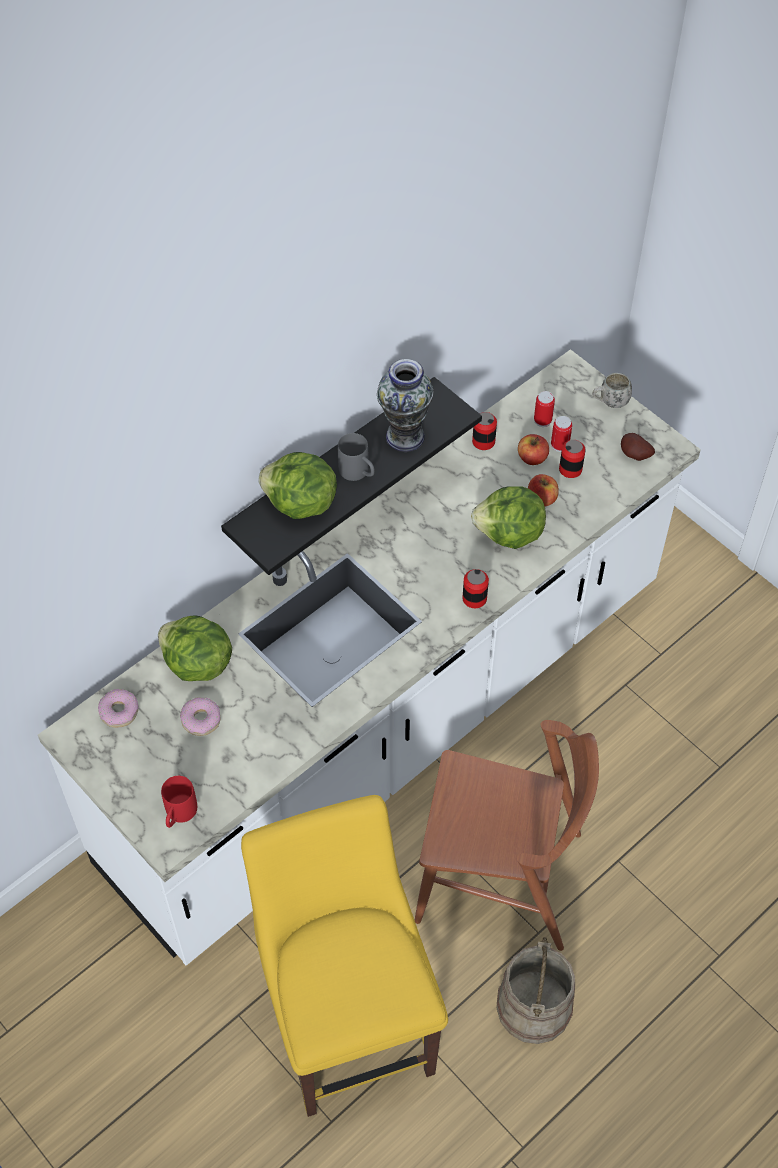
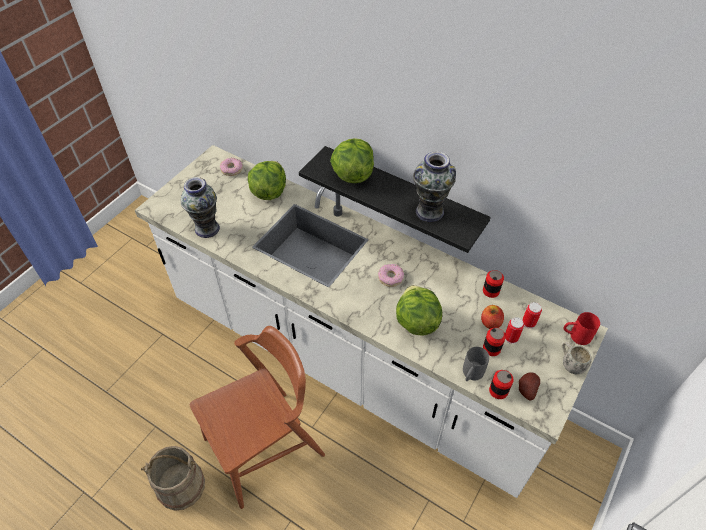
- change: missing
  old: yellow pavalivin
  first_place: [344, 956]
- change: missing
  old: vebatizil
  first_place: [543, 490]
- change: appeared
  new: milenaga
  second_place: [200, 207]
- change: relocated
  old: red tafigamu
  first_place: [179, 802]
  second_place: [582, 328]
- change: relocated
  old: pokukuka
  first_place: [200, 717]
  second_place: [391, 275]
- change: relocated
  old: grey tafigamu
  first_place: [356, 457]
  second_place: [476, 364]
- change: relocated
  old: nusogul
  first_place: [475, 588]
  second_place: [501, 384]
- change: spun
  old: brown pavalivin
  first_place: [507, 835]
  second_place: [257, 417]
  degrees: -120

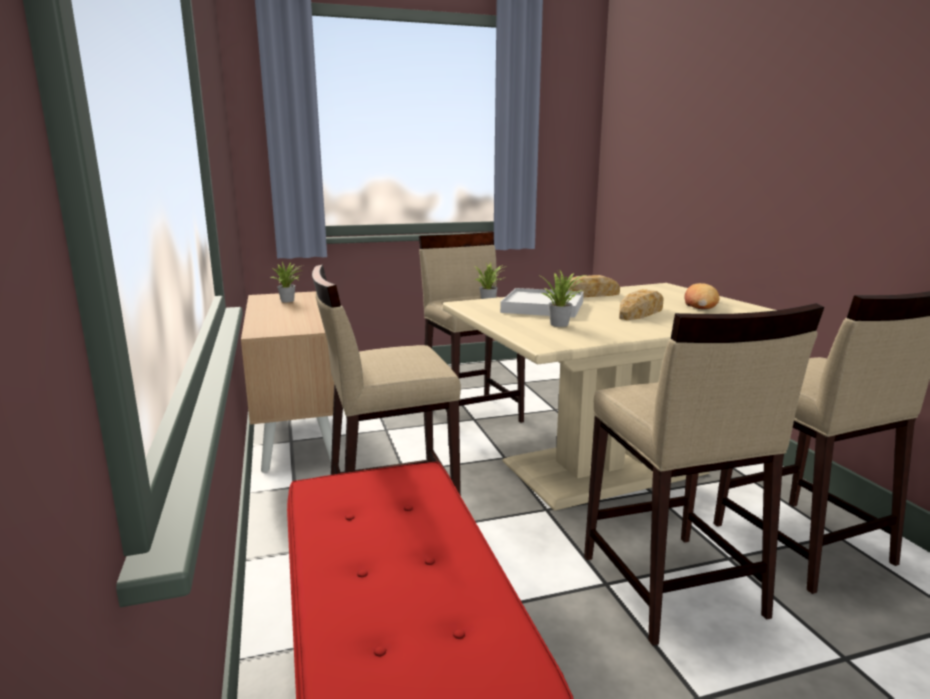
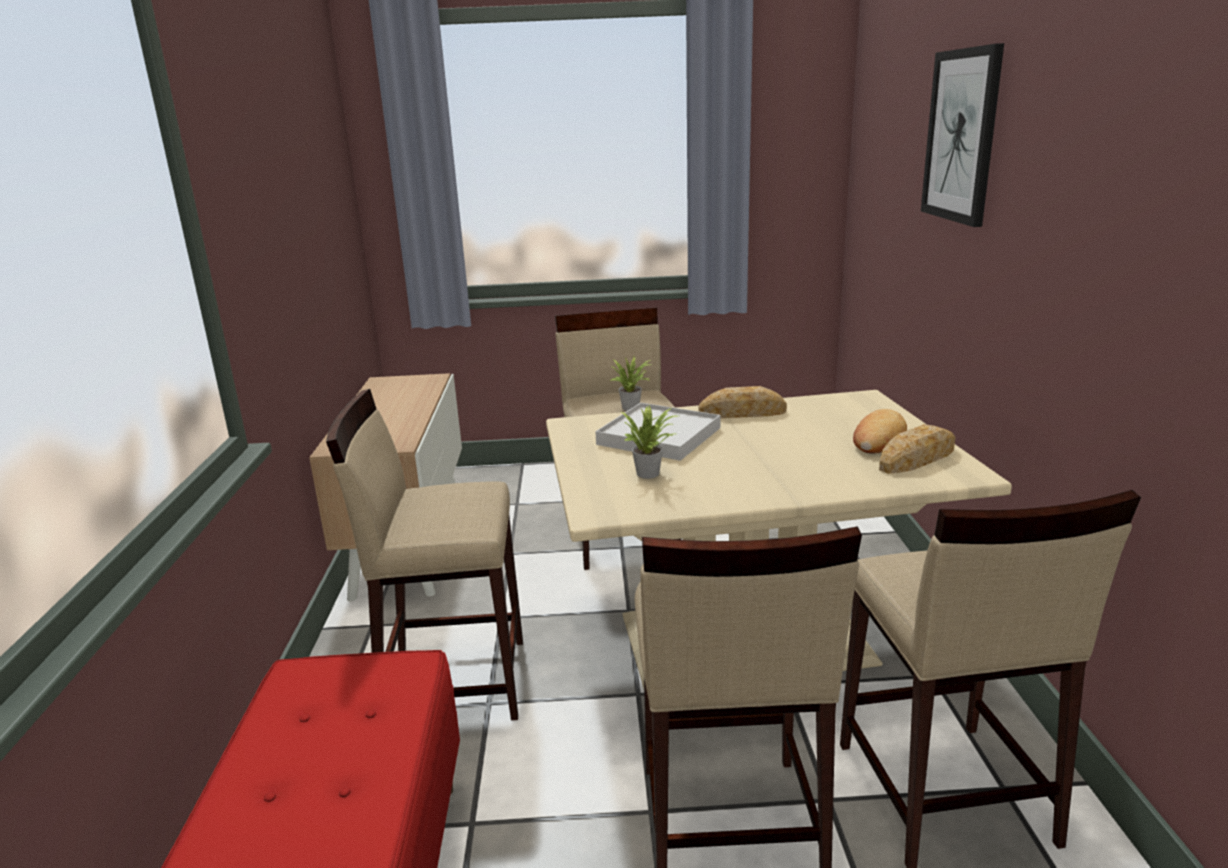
- change: missing
  old: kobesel
  first_place: [287, 282]
- change: appeared
  new: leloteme
  second_place: [962, 135]
- change: relocated
  old: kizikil
  first_place: [641, 304]
  second_place: [917, 449]

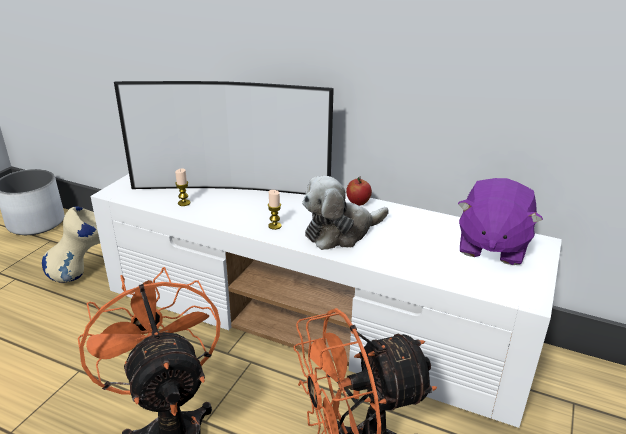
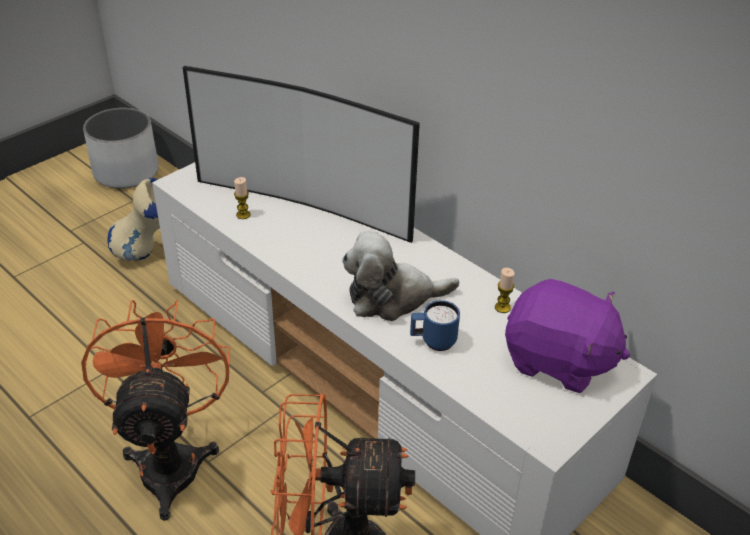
- change: missing
  old: vebatizil
  first_place: [359, 191]
- change: appeared
  new: blue tafigamu
  second_place: [435, 325]
- change: relocated
  old: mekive
  first_place: [275, 210]
  second_place: [505, 290]
- change: spun
  old: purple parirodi
  first_place: [500, 221]
  second_place: [567, 336]
  degrees: -105

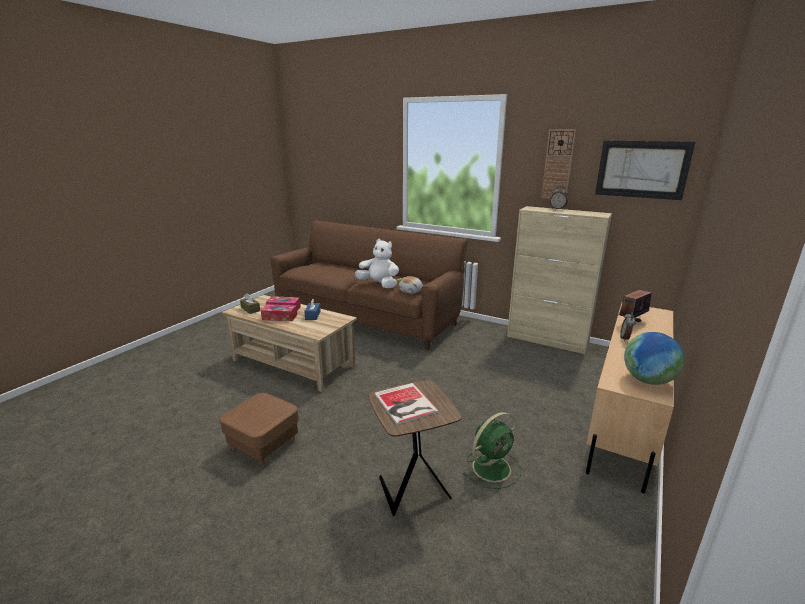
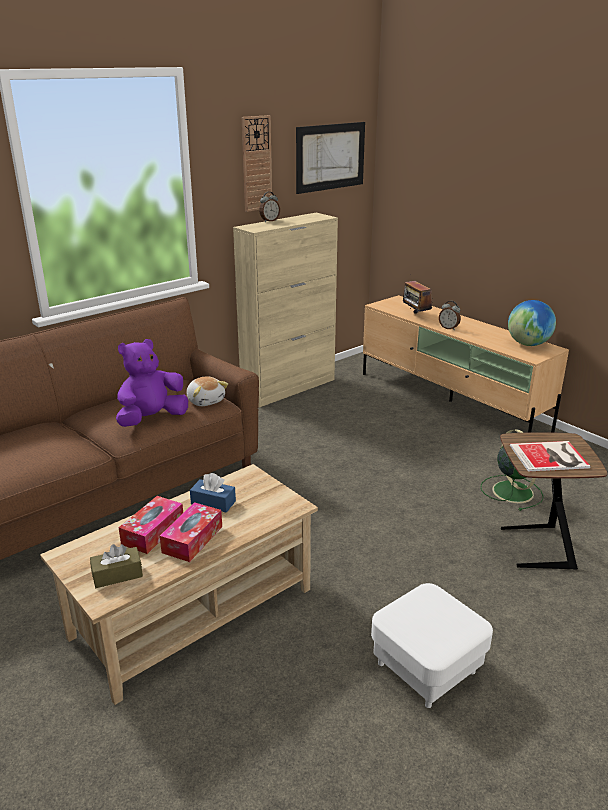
- change: colour
  old: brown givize
  new: white givize
  first_place: [259, 429]
  second_place: [432, 645]
- change: colour
  old: white parirodi
  new: purple parirodi
  first_place: [377, 263]
  second_place: [152, 383]

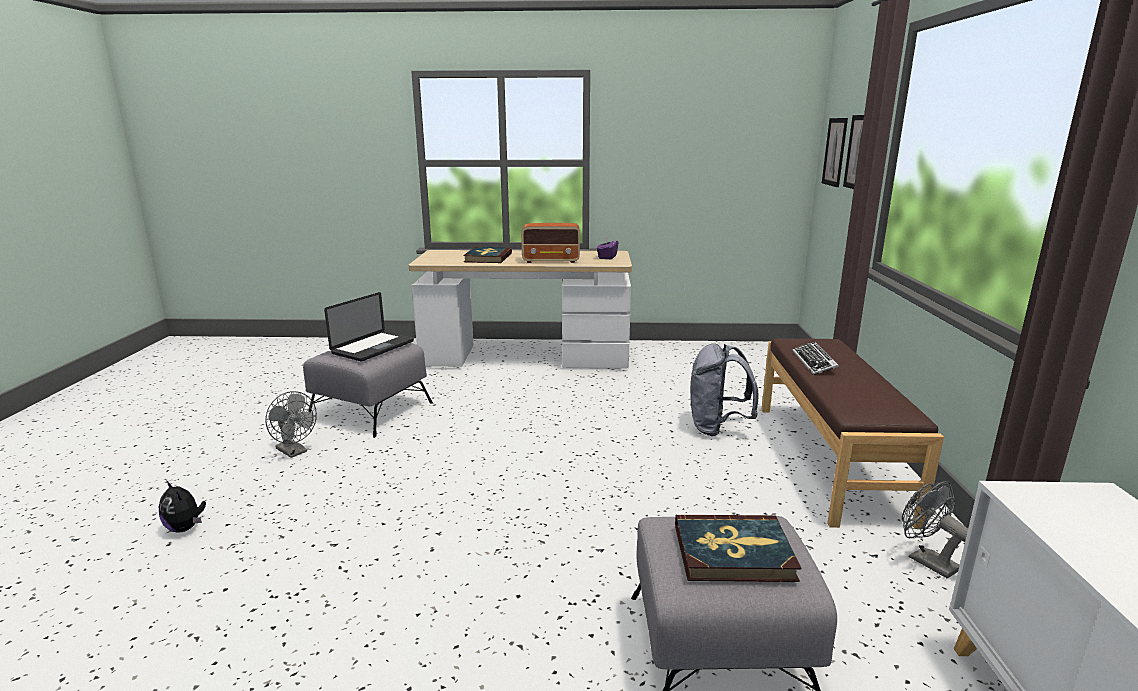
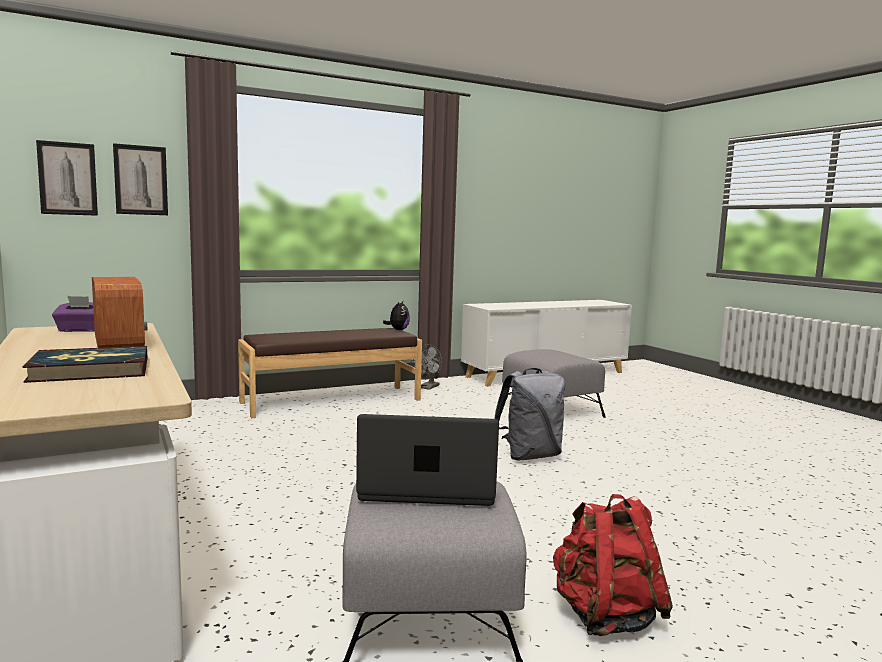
- change: missing
  old: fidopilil
  first_place: [738, 548]
- change: missing
  old: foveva
  first_place: [816, 358]
- change: relocated
  old: parirodi
  first_place: [182, 506]
  second_place: [396, 315]
- change: relocated
  old: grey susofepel
  first_place: [724, 389]
  second_place: [529, 414]
- change: exchanged
  old: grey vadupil
  new: red susofepel
  first_place: [291, 424]
  second_place: [613, 565]

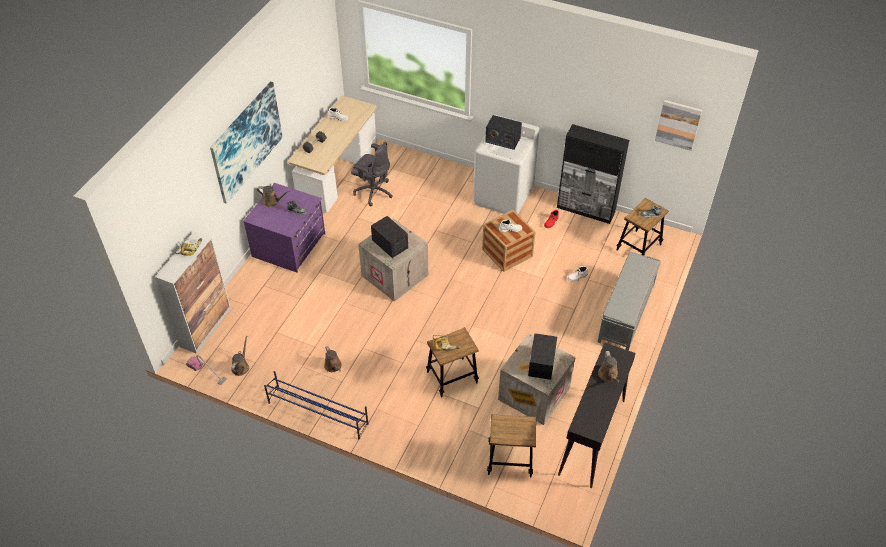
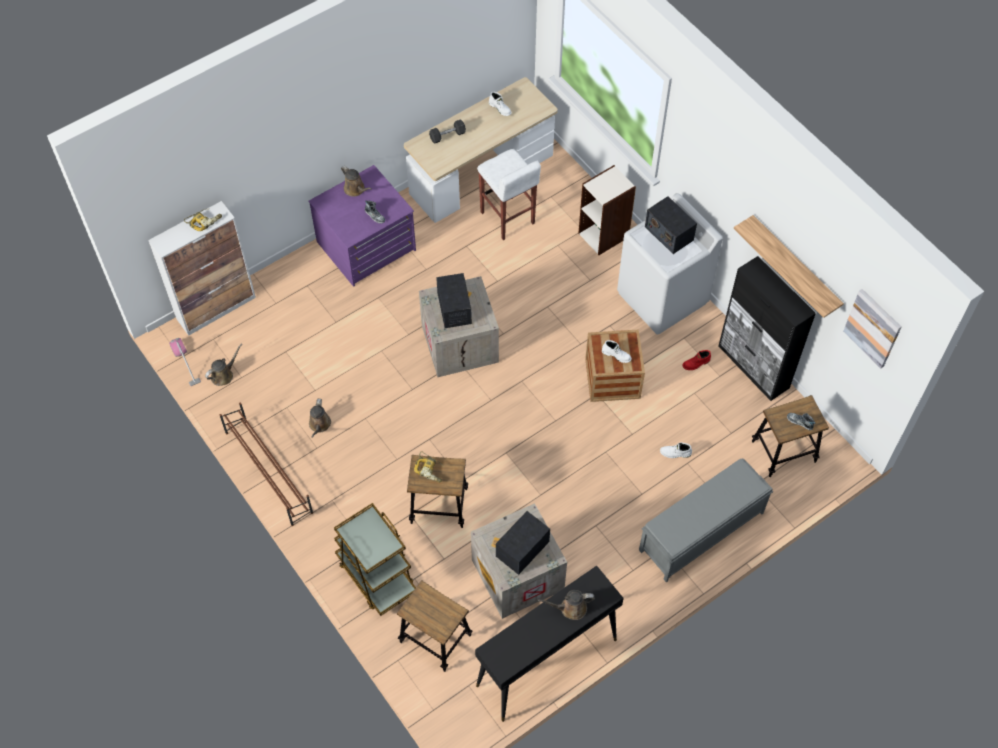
- change: missing
  old: leloteme
  first_place: [246, 143]
- change: appeared
  new: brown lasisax
  second_place: [375, 559]
- change: appeared
  new: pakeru
  second_place: [607, 210]
- change: appeared
  new: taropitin
  second_place: [789, 266]
- change: exchanged
  old: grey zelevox
  new: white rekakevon
  first_place: [372, 174]
  second_place: [509, 194]
- change: colour
  old: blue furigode
  new: brown furigode
  first_place: [316, 405]
  second_place: [266, 464]
- change: spun
  old: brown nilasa
  first_place: [608, 367]
  second_place: [566, 605]
  degrees: 60

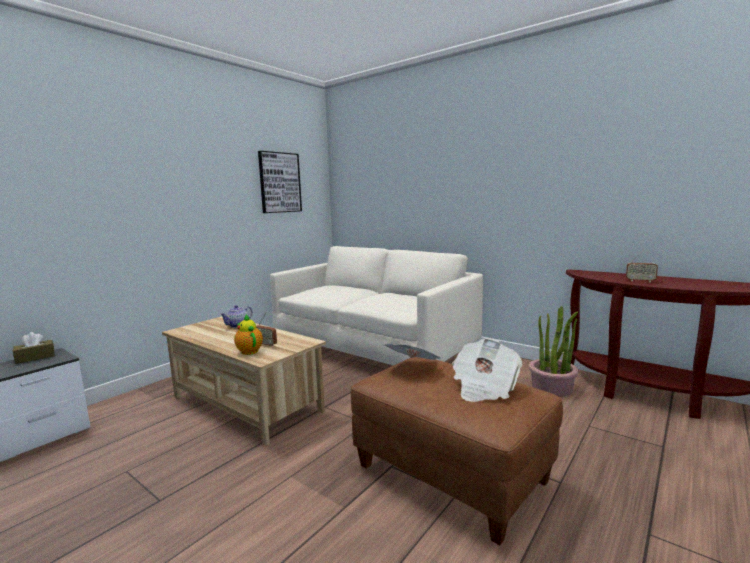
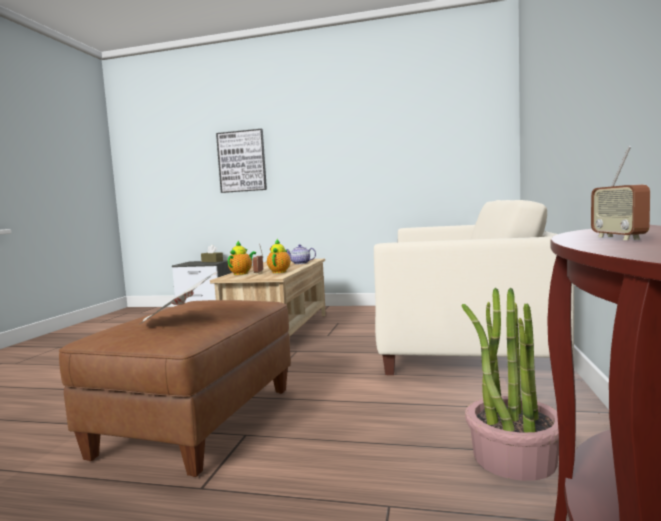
- change: missing
  old: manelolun
  first_place: [412, 352]
- change: appeared
  new: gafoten
  second_place: [279, 256]
- change: relocated
  old: leloteme
  first_place: [280, 182]
  second_place: [241, 161]

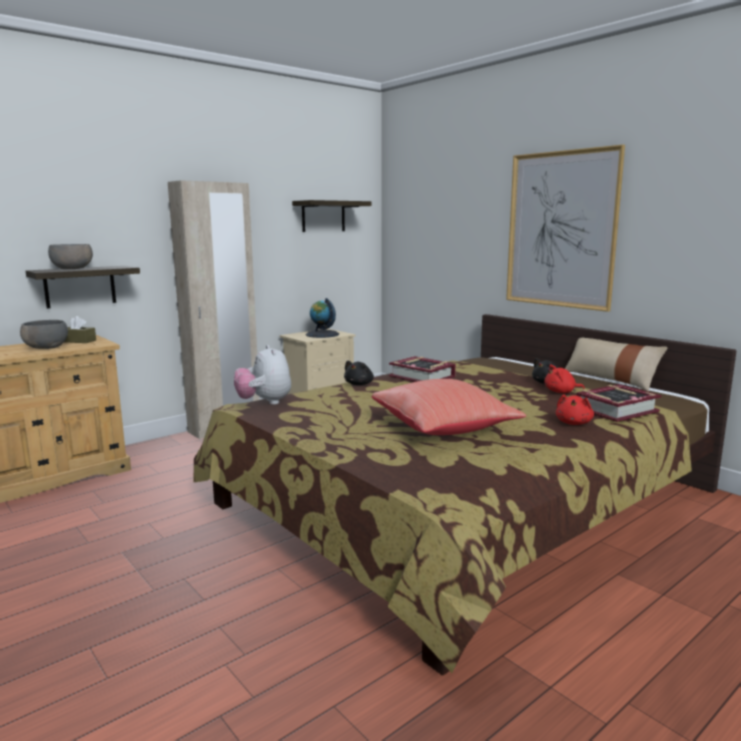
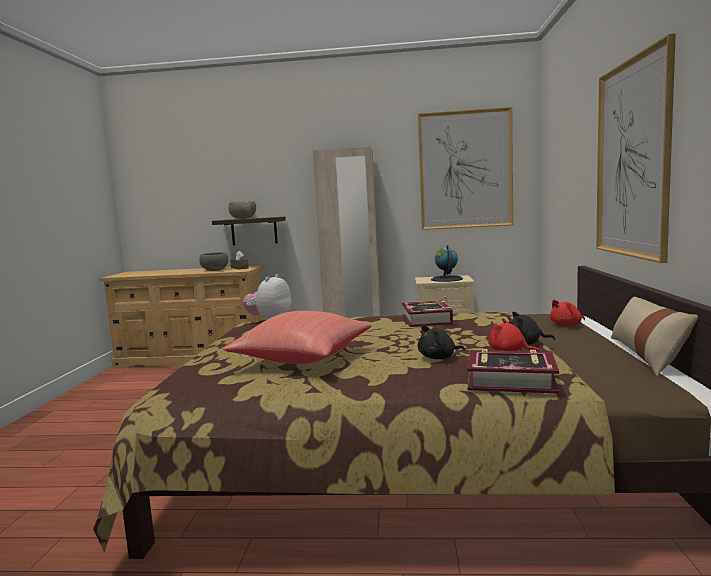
- change: relocated
  old: black parirodi
  first_place: [359, 373]
  second_place: [441, 342]
- change: relocated
  old: red parirodi
  first_place: [575, 409]
  second_place: [567, 313]
- change: exchanged
  old: taropitin
  new: leloteme
  first_place: [331, 216]
  second_place: [465, 168]

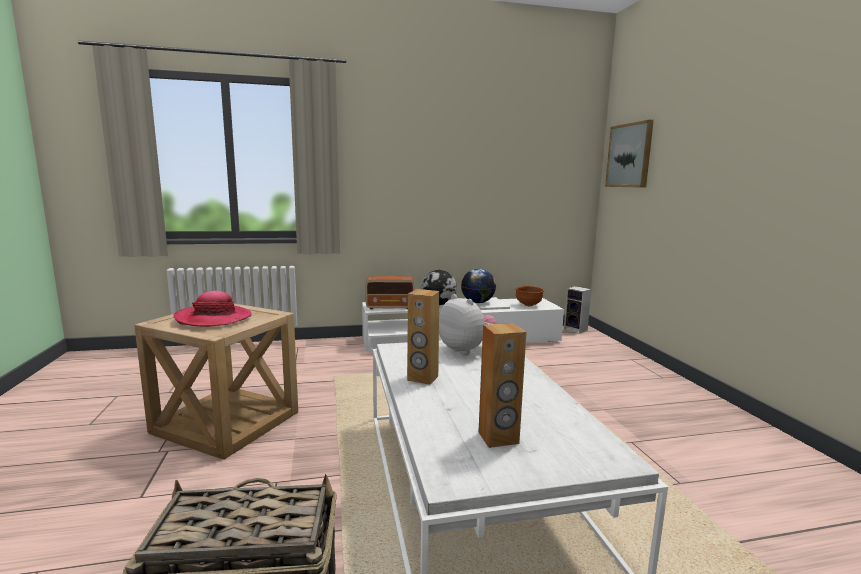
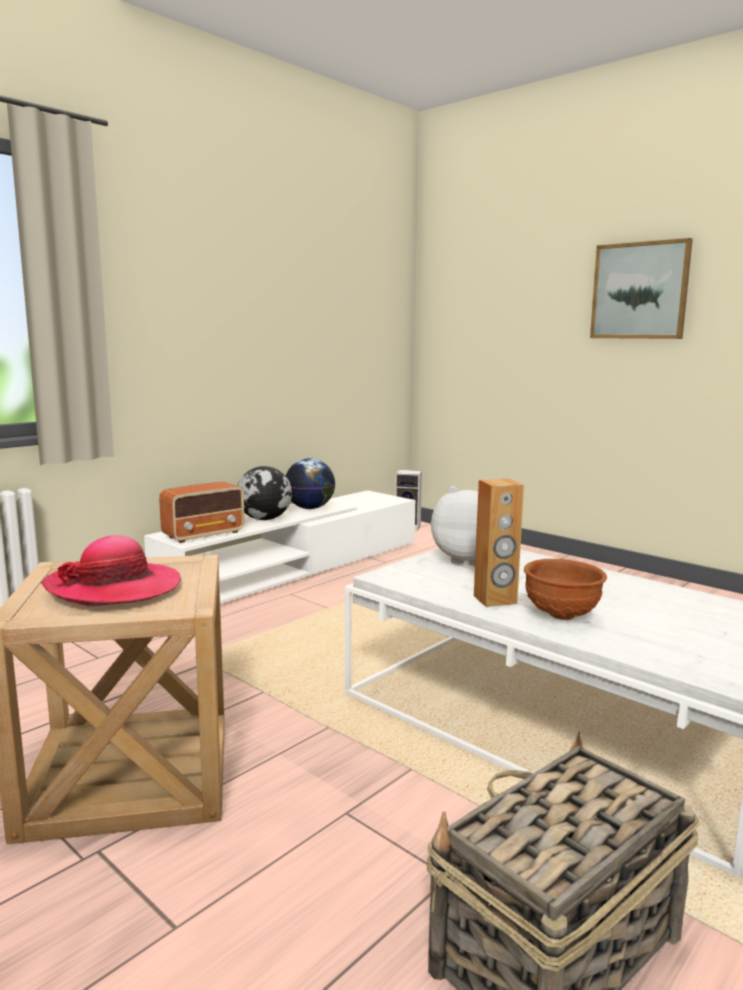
- change: missing
  old: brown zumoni
  first_place: [502, 385]
- change: relocated
  old: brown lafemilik
  first_place: [529, 296]
  second_place: [565, 589]
- change: relocated
  old: leloteme
  first_place: [629, 154]
  second_place: [641, 288]

